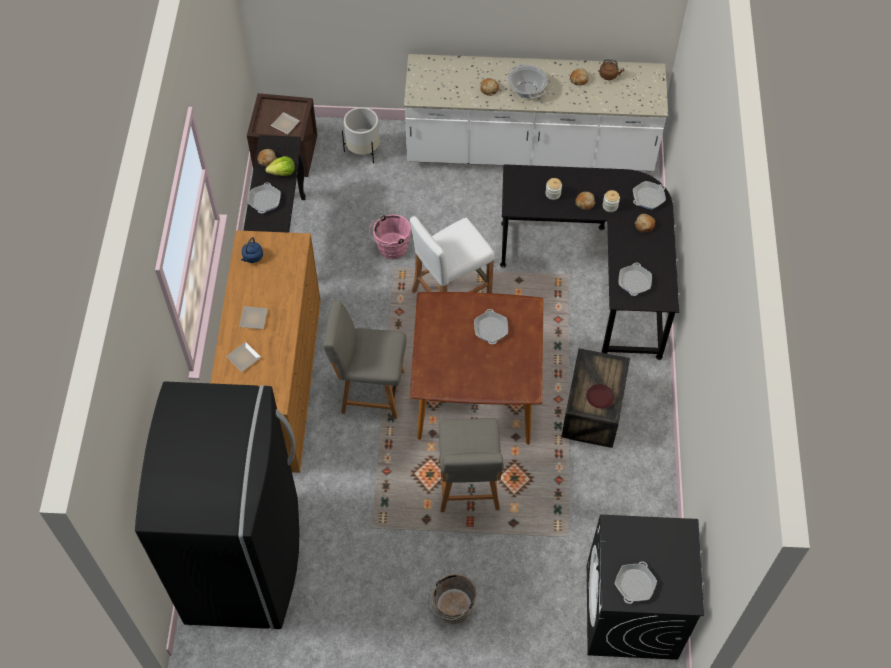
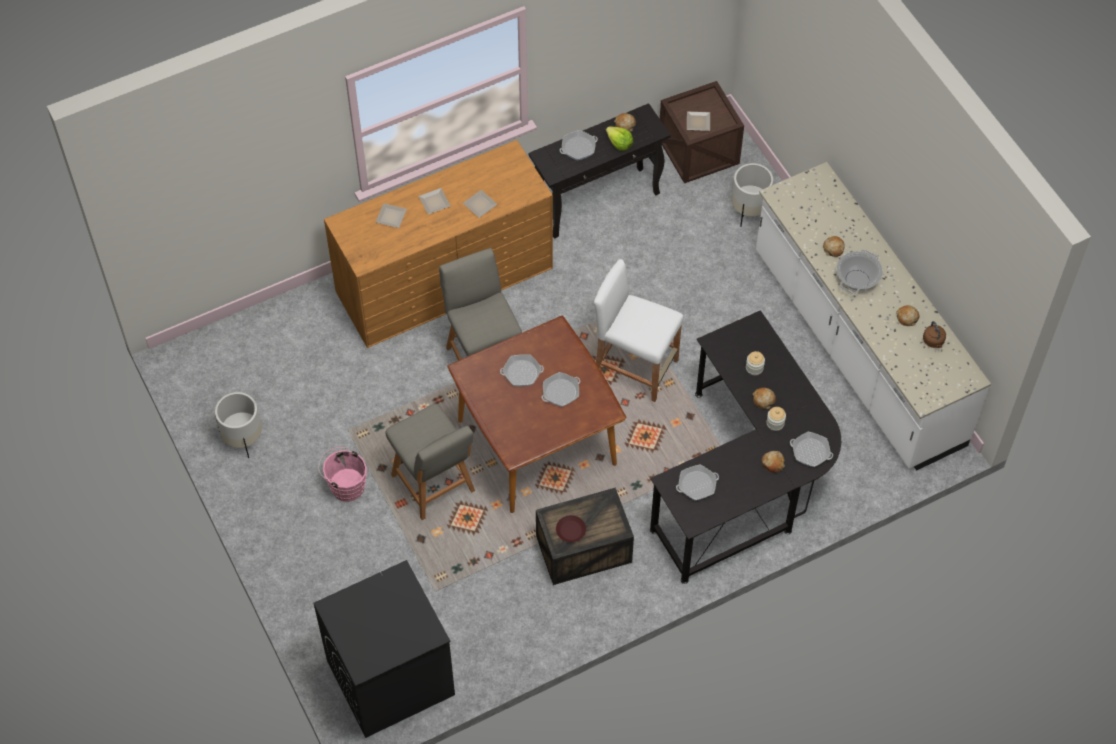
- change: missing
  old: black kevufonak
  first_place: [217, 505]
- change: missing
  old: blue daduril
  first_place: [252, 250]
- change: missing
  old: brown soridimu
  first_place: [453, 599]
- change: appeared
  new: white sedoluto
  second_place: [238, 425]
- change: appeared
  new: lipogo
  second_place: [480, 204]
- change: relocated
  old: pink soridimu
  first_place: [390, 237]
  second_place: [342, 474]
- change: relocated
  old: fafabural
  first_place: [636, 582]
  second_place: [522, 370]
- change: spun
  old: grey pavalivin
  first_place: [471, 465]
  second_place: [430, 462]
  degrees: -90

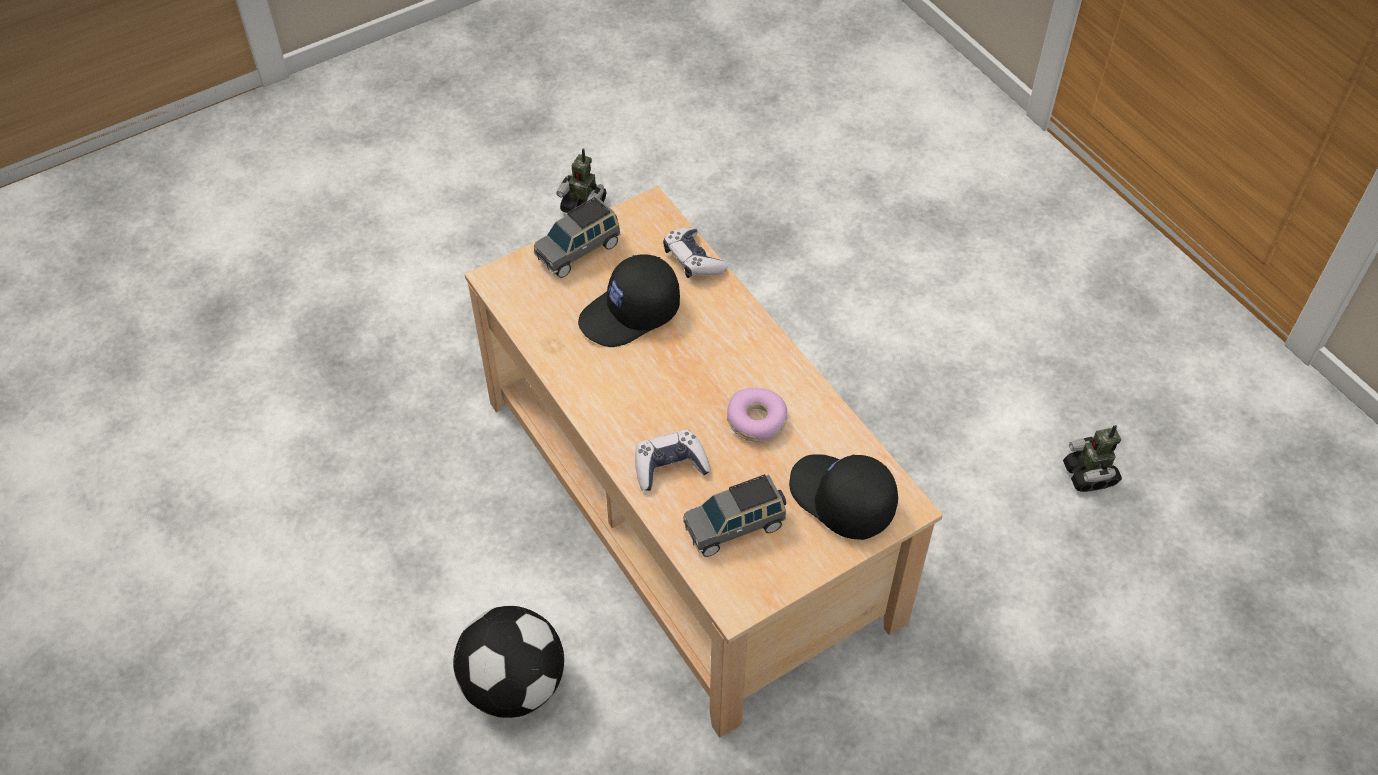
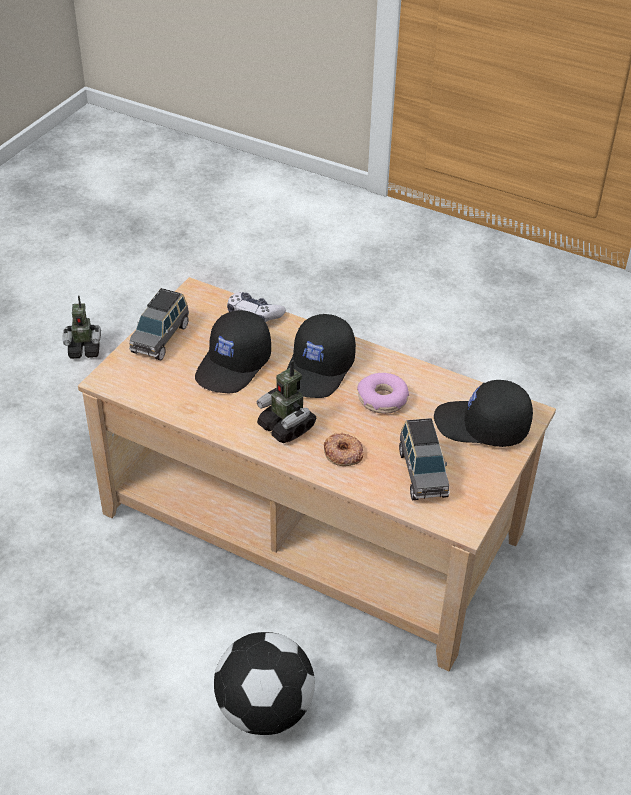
- change: appeared
  new: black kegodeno
  second_place: [321, 356]
- change: relocated
  old: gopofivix
  first_place: [1092, 458]
  second_place: [286, 401]
- change: exchanged
  old: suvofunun
  new: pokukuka
  first_place: [673, 460]
  second_place: [343, 449]
- change: spun
  old: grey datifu
  first_place: [734, 515]
  second_place: [424, 459]
  degrees: -45

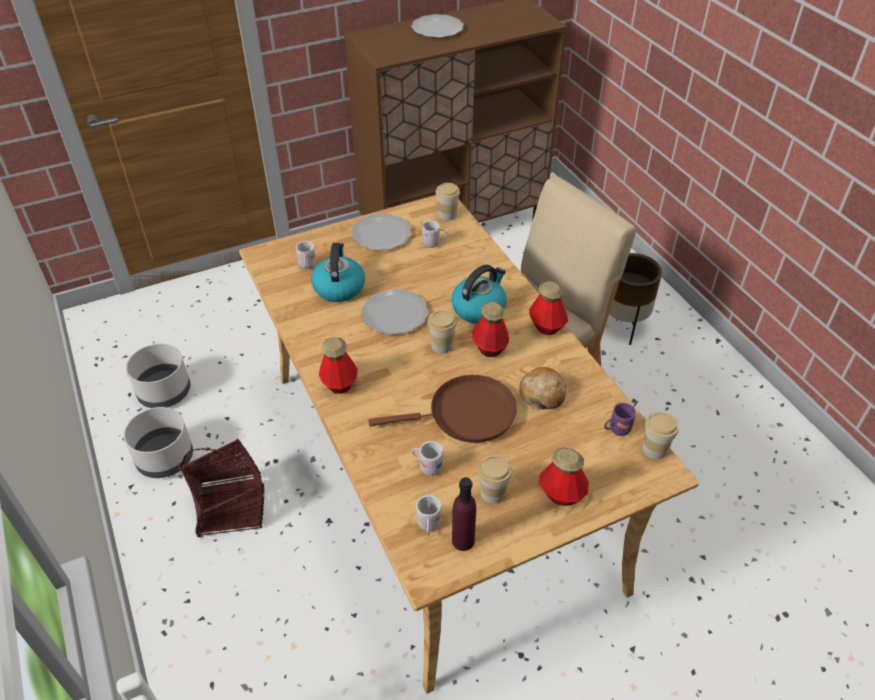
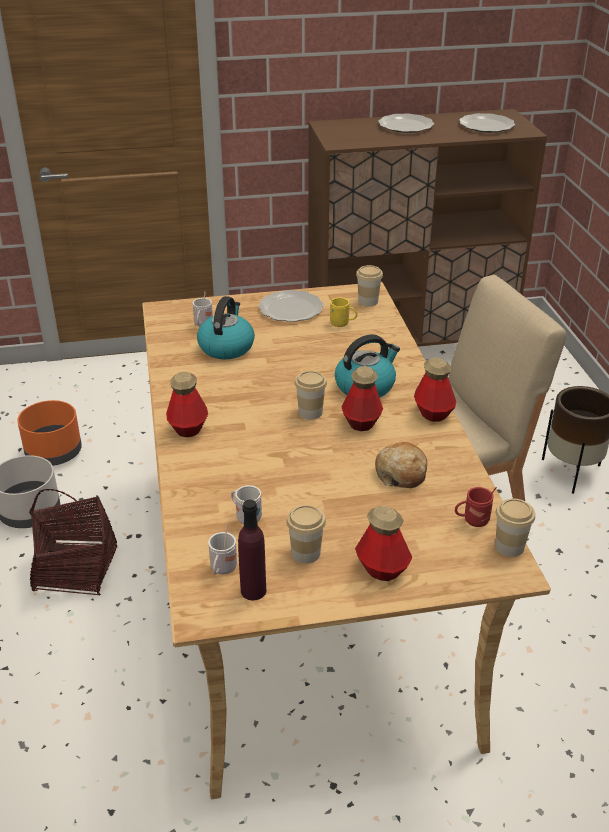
- change: missing
  old: brown fafabural
  first_place: [442, 409]
- change: relocated
  old: lipogo
  first_place: [394, 312]
  second_place: [487, 123]
- change: colour
  old: grey sedoluto
  new: orange sedoluto
  first_place: [158, 375]
  second_place: [49, 433]
- change: colour
  old: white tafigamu
  new: yellow tafigamu
  first_place: [434, 234]
  second_place: [343, 311]
- change: colour
  old: purple tafigamu
  new: red tafigamu
  first_place: [621, 419]
  second_place: [476, 507]

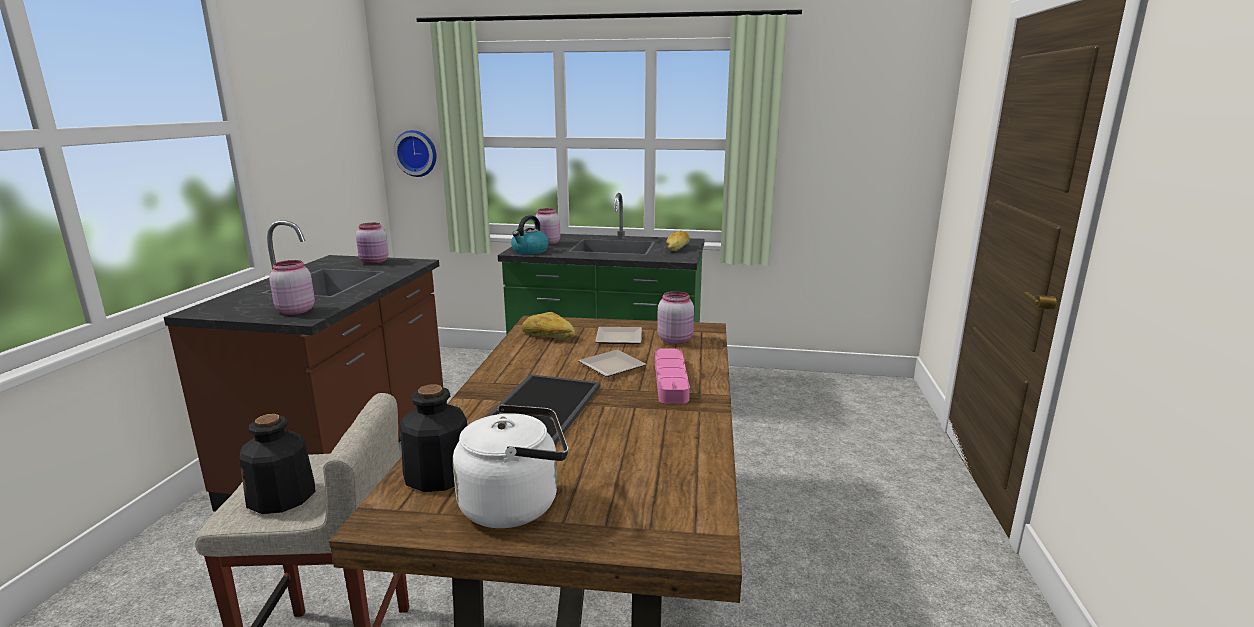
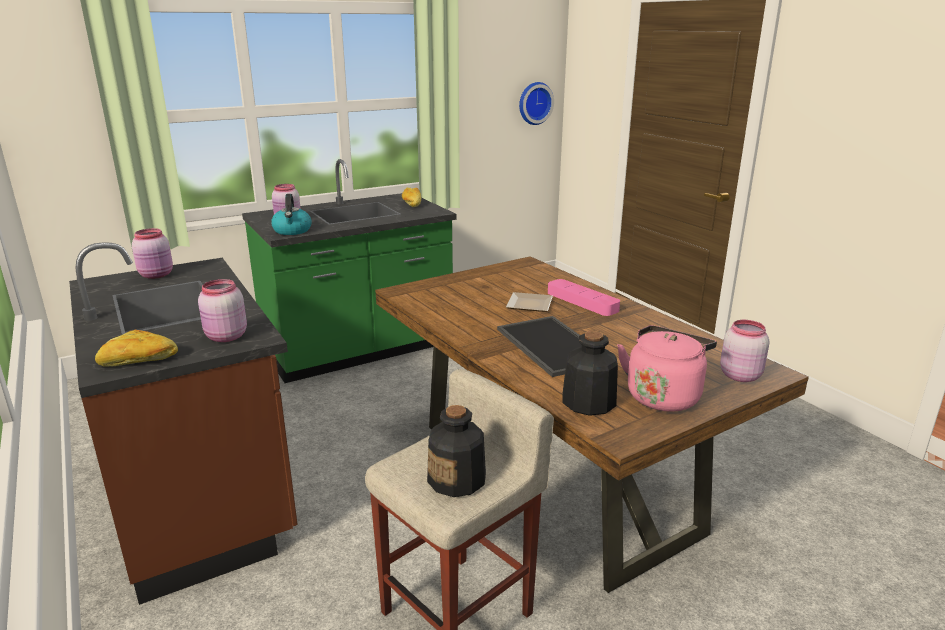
- change: missing
  old: lipogo
  first_place: [618, 335]
- change: relocated
  old: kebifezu
  first_place: [415, 153]
  second_place: [536, 103]
- change: relocated
  old: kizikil
  first_place: [548, 325]
  second_place: [136, 348]
- change: relocated
  old: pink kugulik
  first_place: [675, 318]
  second_place: [744, 351]
- change: colour
  old: white daduril
  new: pink daduril
  first_place: [510, 466]
  second_place: [667, 368]

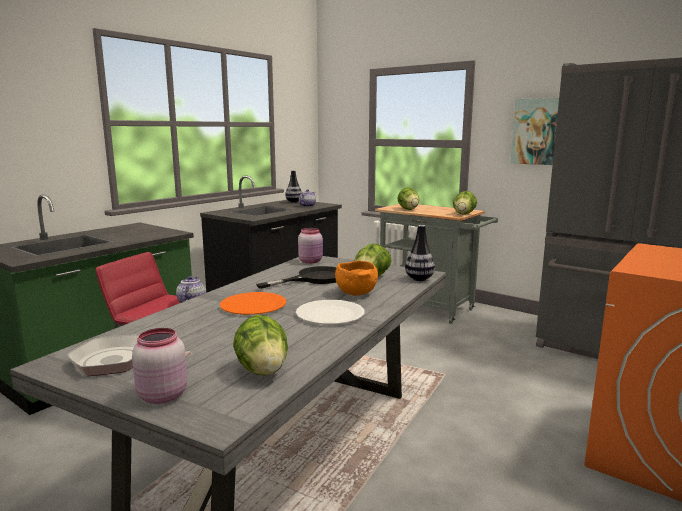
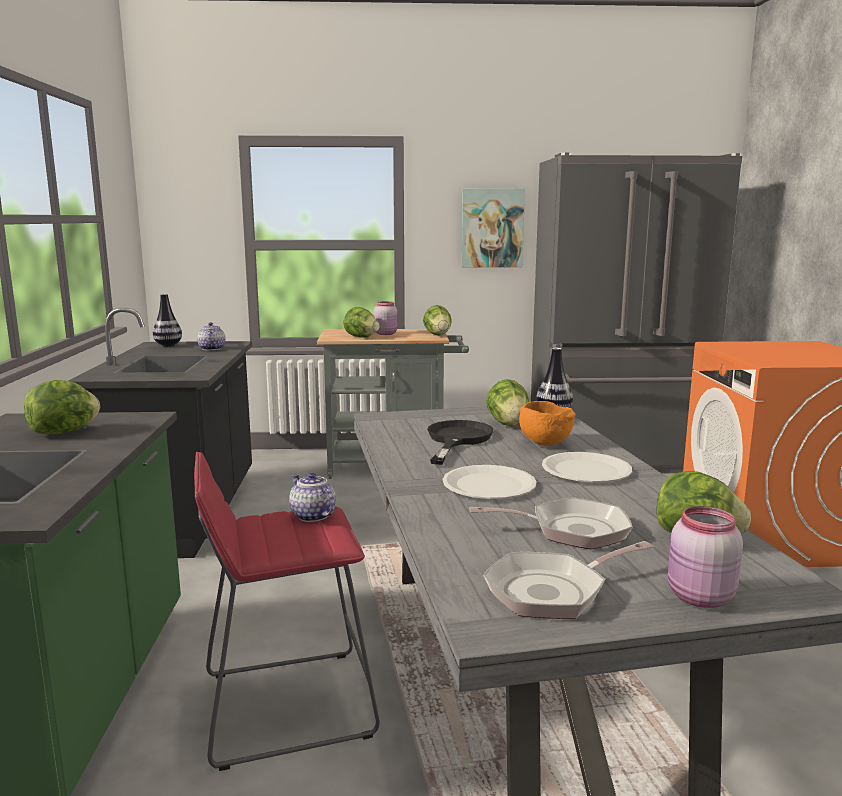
- change: appeared
  new: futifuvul
  second_place: [62, 407]
- change: appeared
  new: fafabural
  second_place: [551, 523]
- change: relocated
  old: pink kugulik
  first_place: [310, 245]
  second_place: [385, 318]
- change: colour
  old: orange lipogo
  new: white lipogo
  first_place: [253, 303]
  second_place: [490, 482]

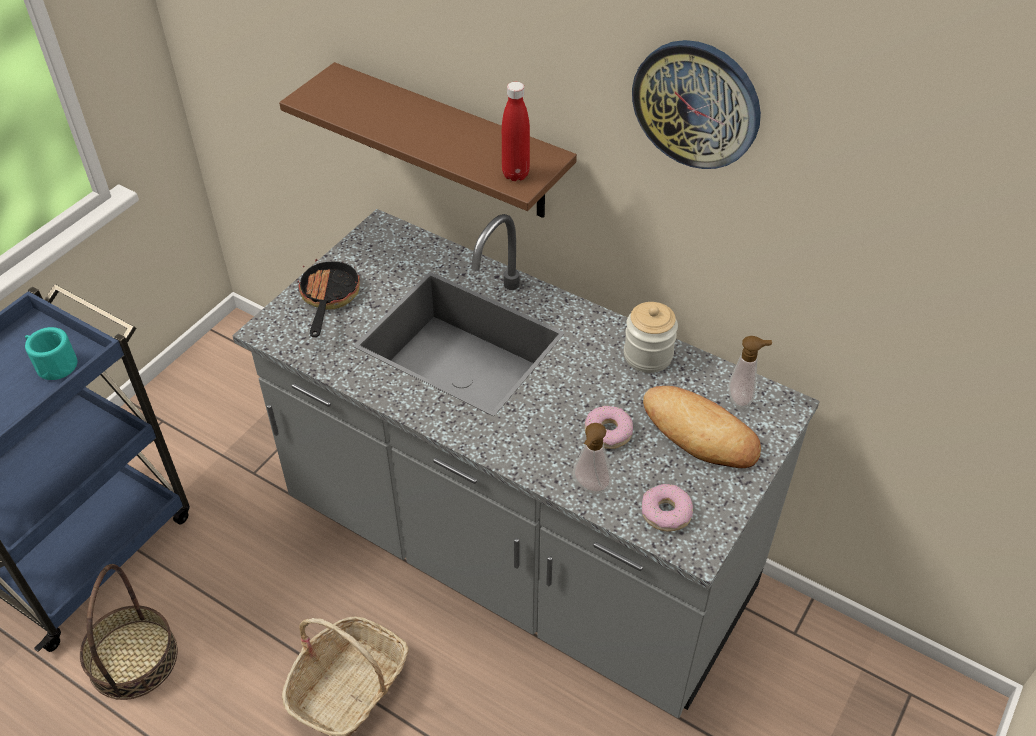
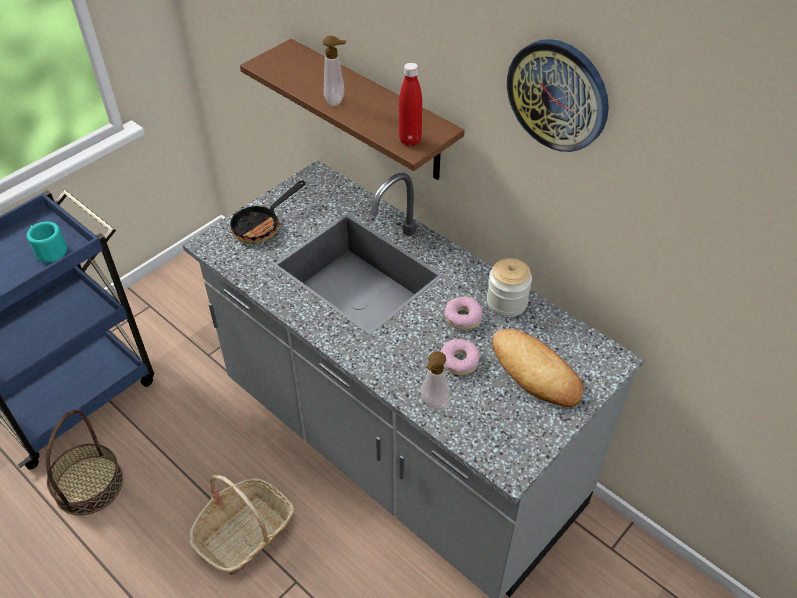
- change: relocated
  old: pokukuka
  first_place: [667, 507]
  second_place: [463, 313]
- change: relocated
  old: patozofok
  first_place: [750, 372]
  second_place: [335, 71]
- change: spun
  old: fafabural
  first_place: [329, 298]
  second_place: [267, 211]
  degrees: -150

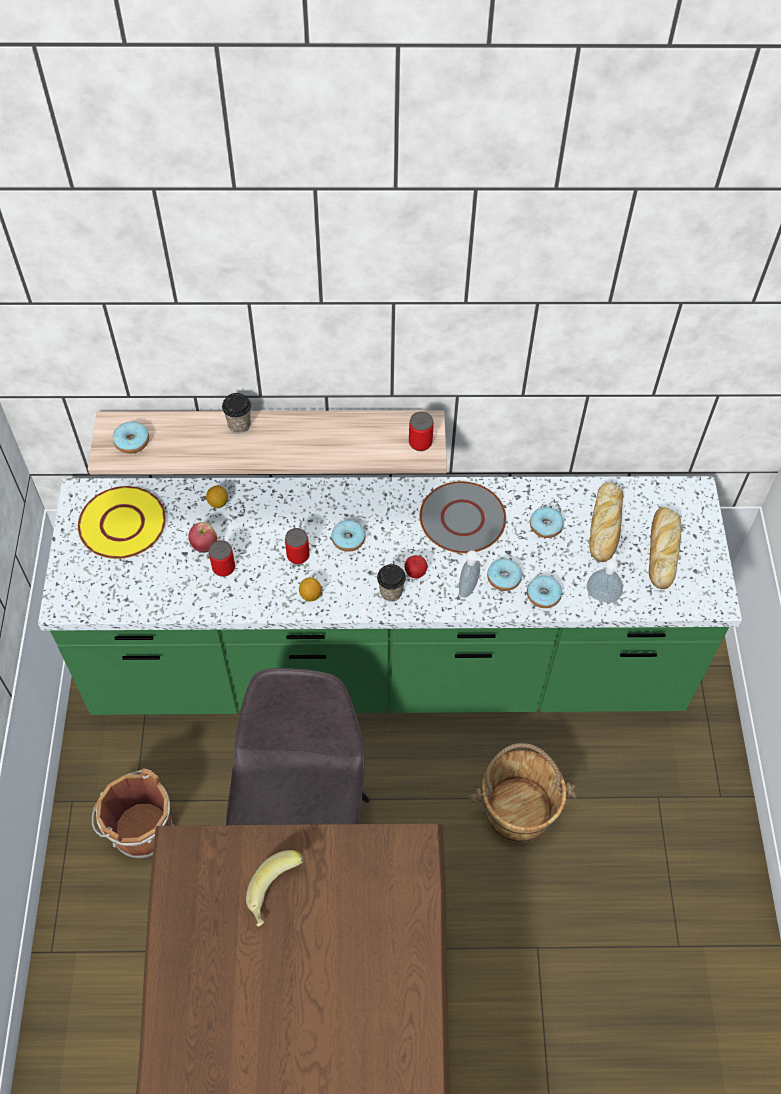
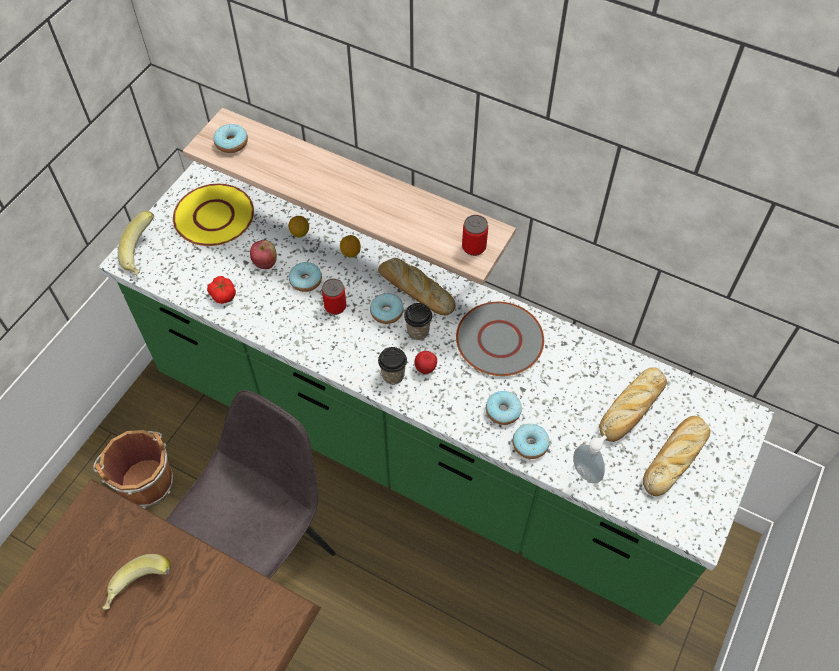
- change: missing
  old: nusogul
  first_place: [222, 558]
- change: missing
  old: patozofok
  first_place: [471, 574]
- change: missing
  old: brown soridimu
  first_place: [523, 793]
- change: appeared
  new: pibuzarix
  second_place: [136, 243]
- change: appeared
  new: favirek
  second_place: [221, 290]
- change: appeared
  new: kizikil
  second_place: [416, 287]
- change: relocated
  old: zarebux
  first_place: [236, 413]
  second_place: [418, 321]
- change: relocated
  old: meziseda
  first_place: [310, 589]
  second_place: [350, 246]
- change: relocated
  old: pokukuka
  first_place: [547, 522]
  second_place: [305, 277]

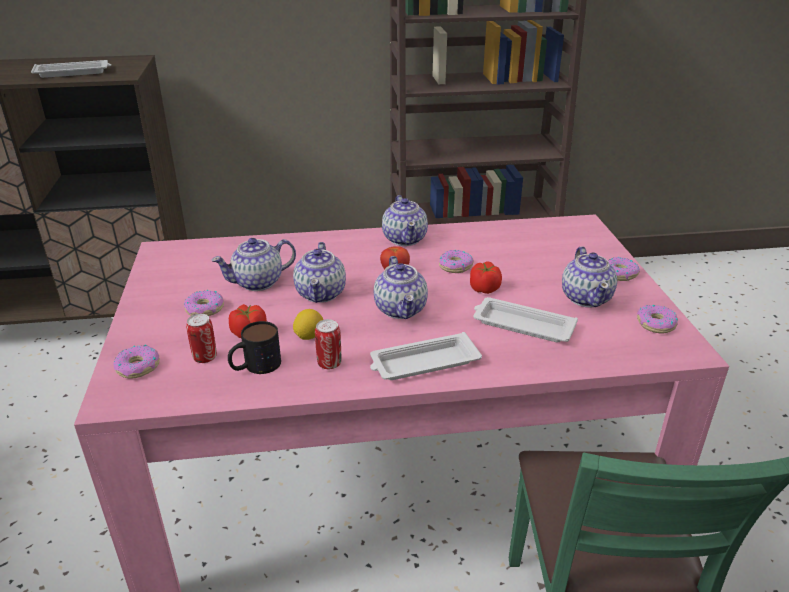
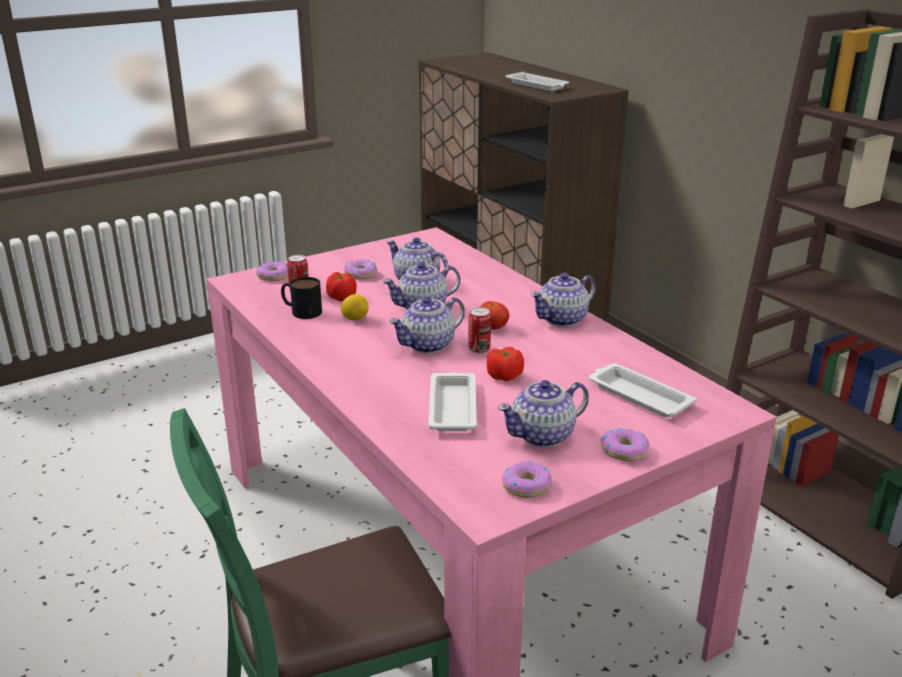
- change: missing
  old: pokukuka
  first_place: [456, 261]
- change: relocated
  old: nusogul
  first_place: [328, 344]
  second_place: [479, 330]
- change: relocated
  old: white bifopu
  first_place: [426, 356]
  second_place: [642, 390]

